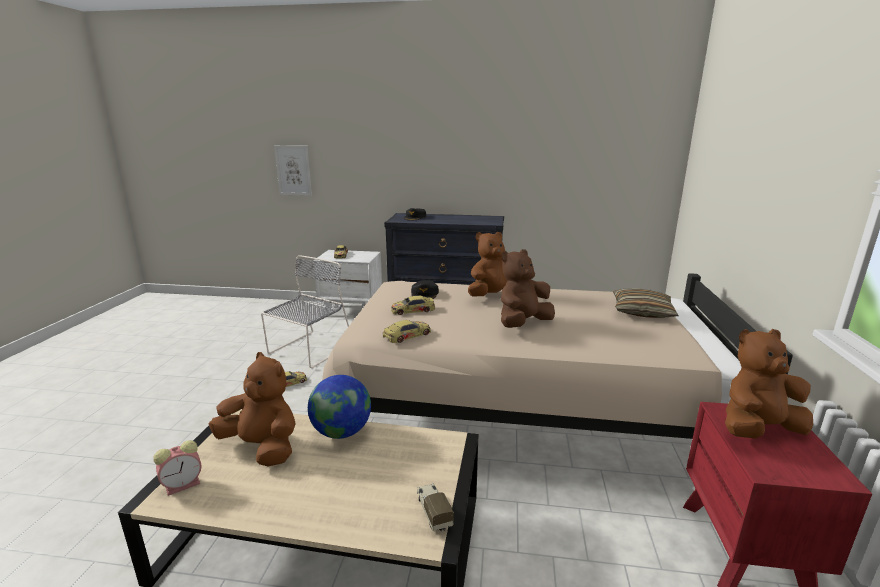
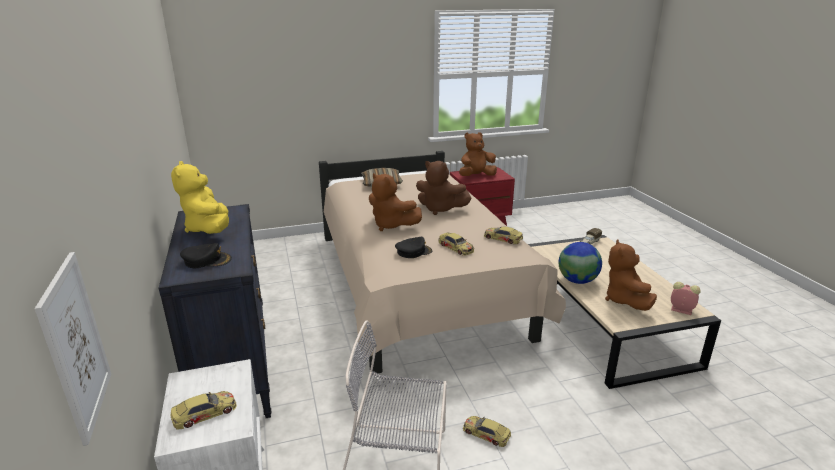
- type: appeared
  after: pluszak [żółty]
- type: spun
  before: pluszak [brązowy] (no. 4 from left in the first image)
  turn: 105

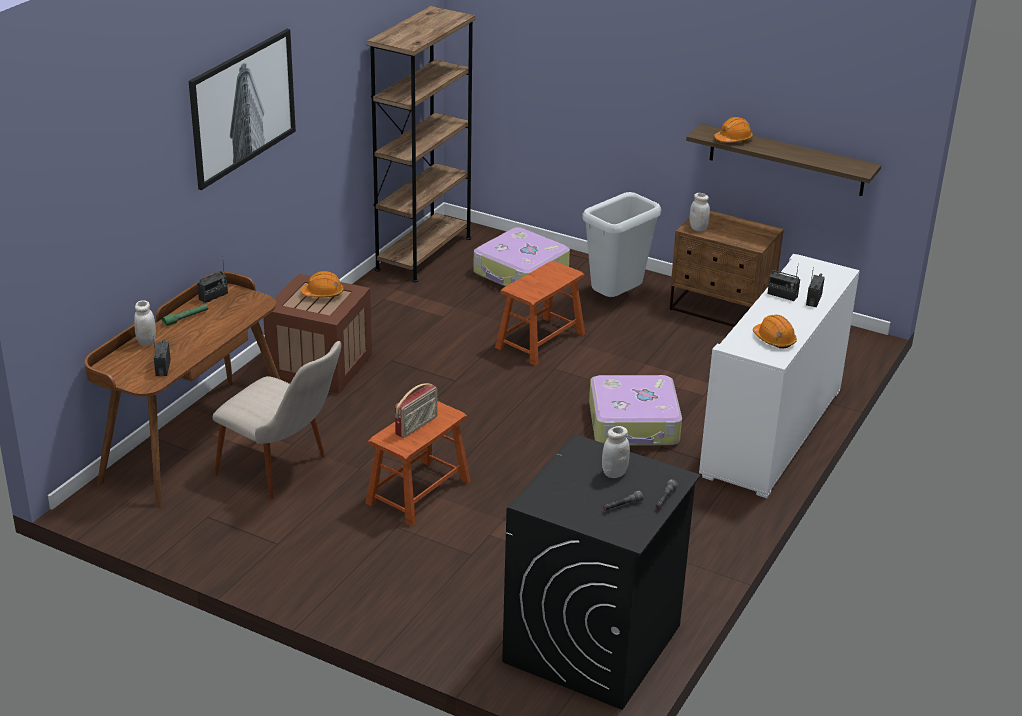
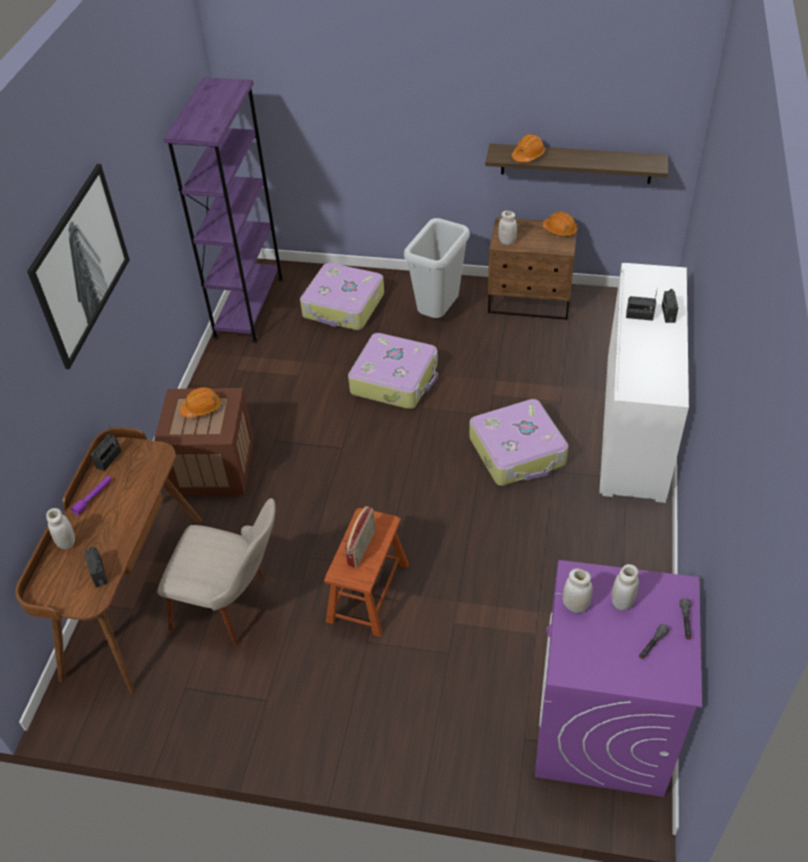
- type: appeared
  after: słoik [biały] (no. 3 from left)
- type: relocated
  before: kask [pomarańczowy] (no. 3 from left)
- type: exchanged
  before: stołek [brązowy] (no. 2 from left)
  after: walizka (no. 2 from left)
- type: colour
  before: latarka [zielony]
  after: latarka [fioletowy]
- type: colour
  before: regał [brązowy]
  after: regał [fioletowy]
- type: colour
  before: pralka [czarny]
  after: pralka [fioletowy]

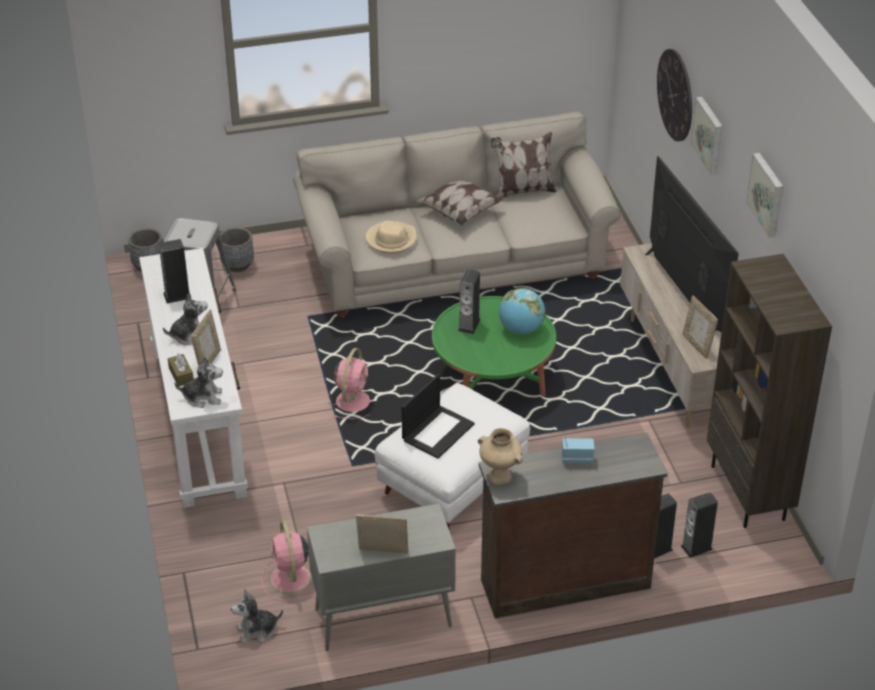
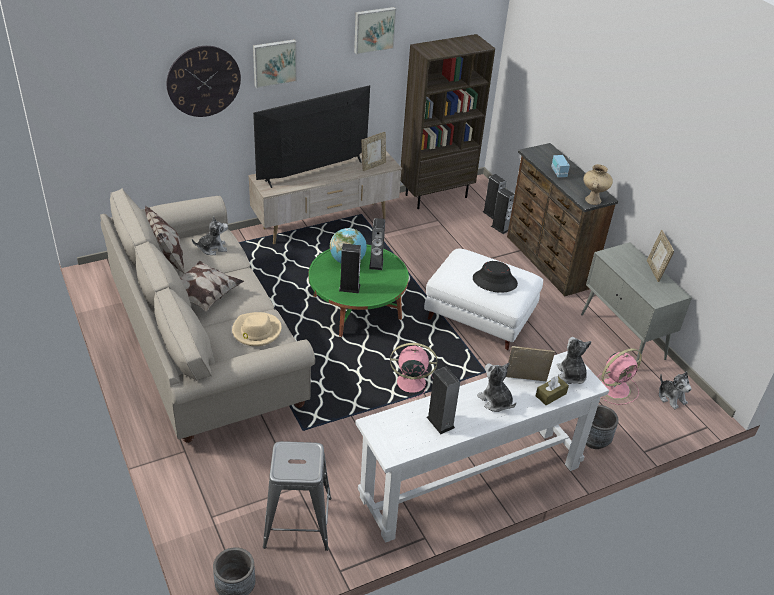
- type: appeared
  after: pluszak (no. 1 from left)
- type: appeared
  after: głośnik (no. 2 from left)
- type: relocated
  before: donica [szary] (no. 2 from left)
- type: exchanged
  before: laptop
  after: kapelusz [czarny]

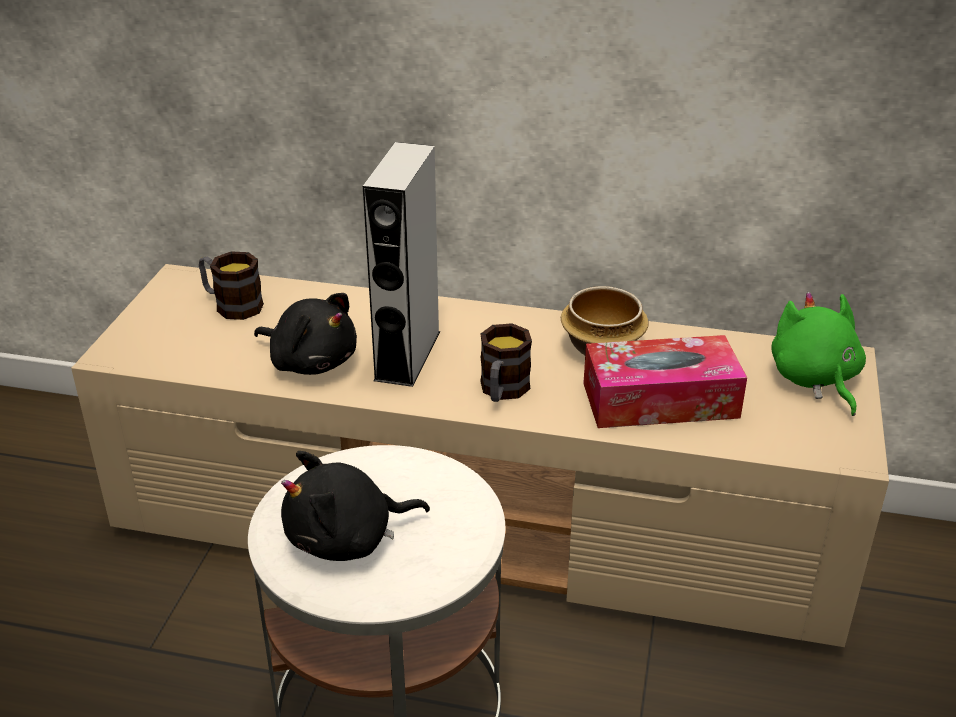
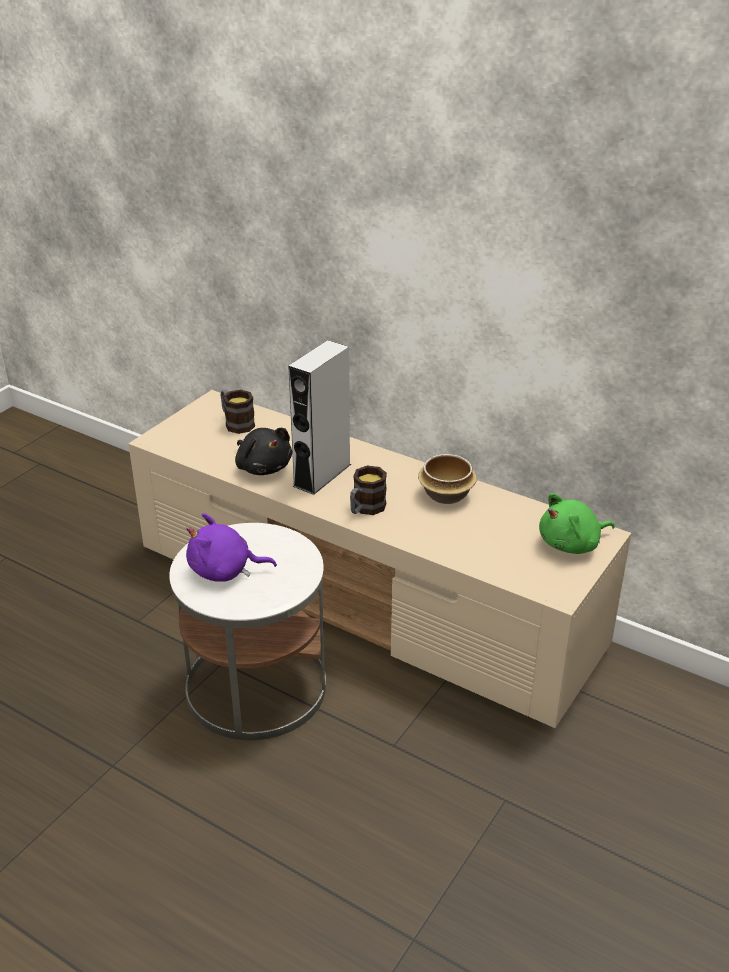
- type: missing
  before: pudełko chusteczek
- type: colour
  before: pluszak [czarny] (no. 2 from left)
  after: pluszak [fioletowy]
- type: spun
  before: pluszak [zielony]
  turn: -120

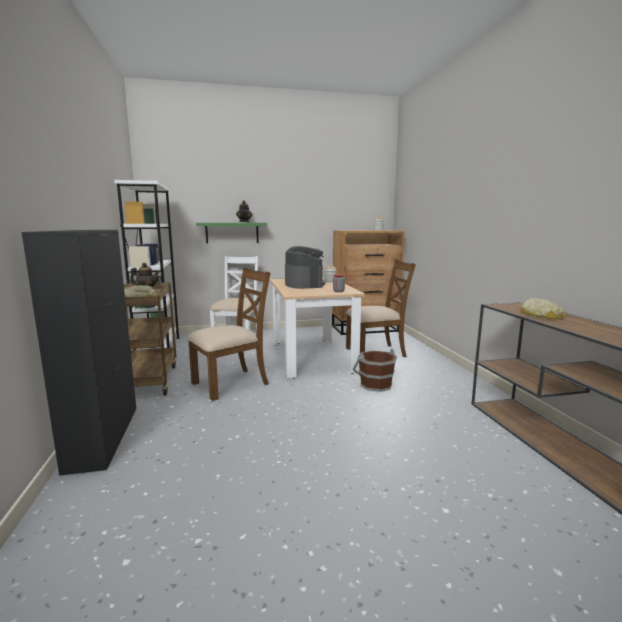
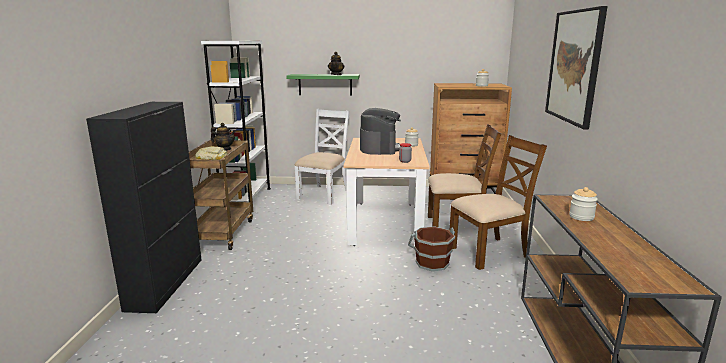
- type: appeared
  after: obraz
- type: relocated
  before: krzesło [brązowy] (no. 1 from left in the first image)
  after: krzesło [brązowy] (no. 2 from left)
- type: exchanged
  before: chleb (no. 2 from left)
  after: słoik (no. 4 from left)

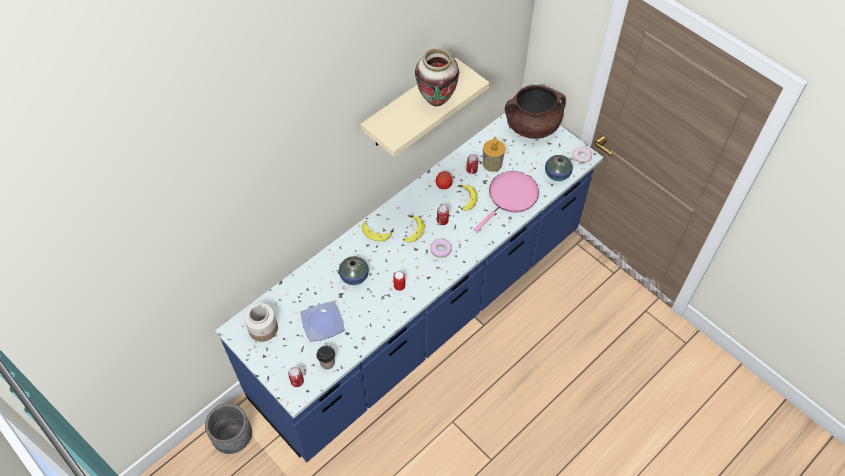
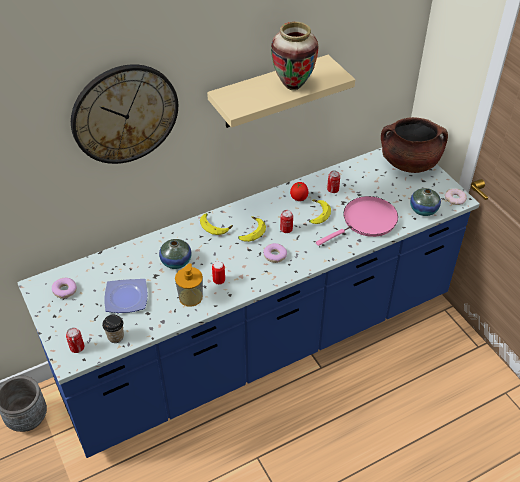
- type: appeared
  after: zegar ścienny
- type: relocated
  before: dozownik mydła
- type: exchanged
  before: słoik
  after: donut (no. 1 from left)

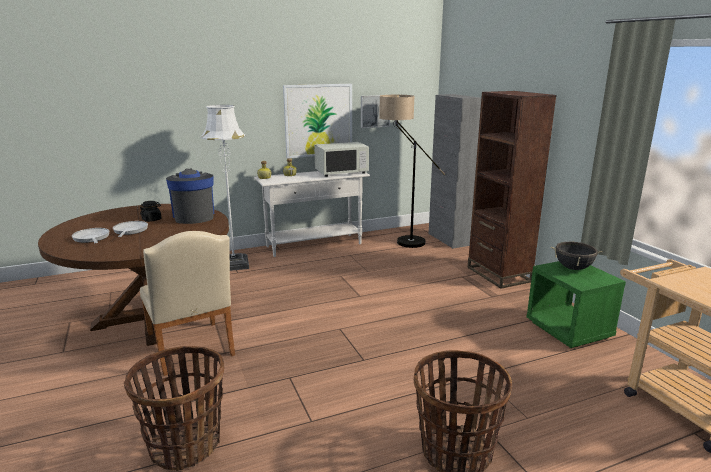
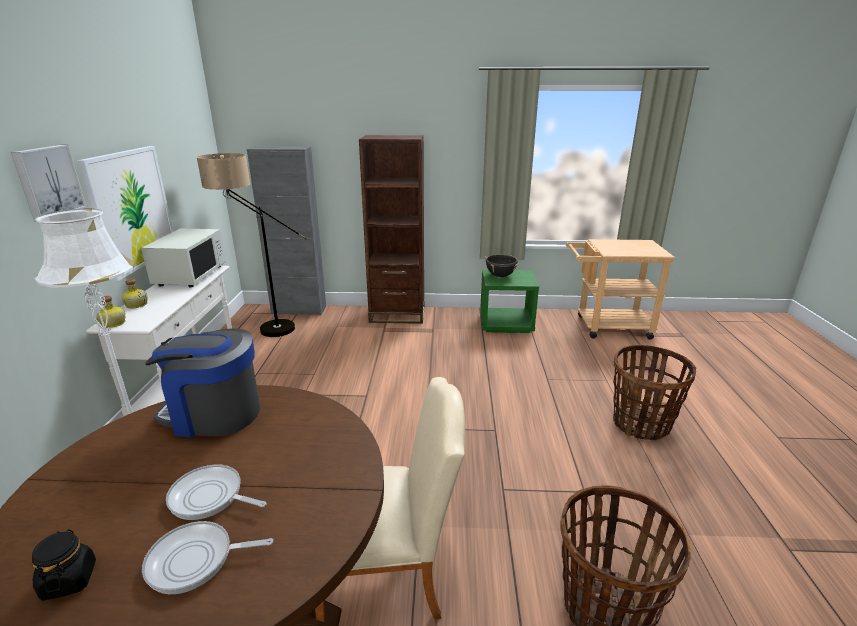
- type: relocated
  before: słoik [czarny]
- type: relocated
  before: obraz (no. 2 from left in the first image)
  after: obraz (no. 1 from left)

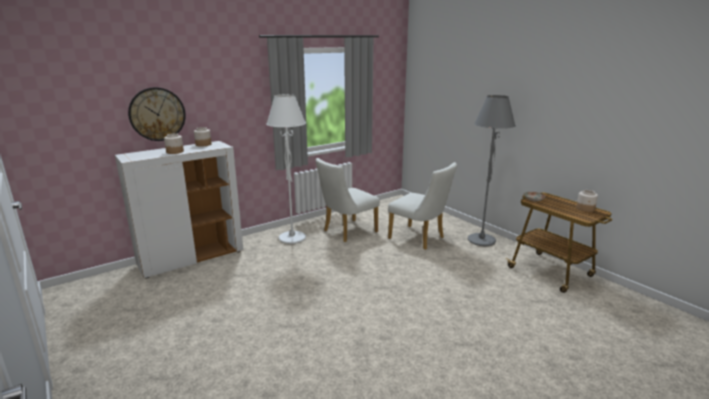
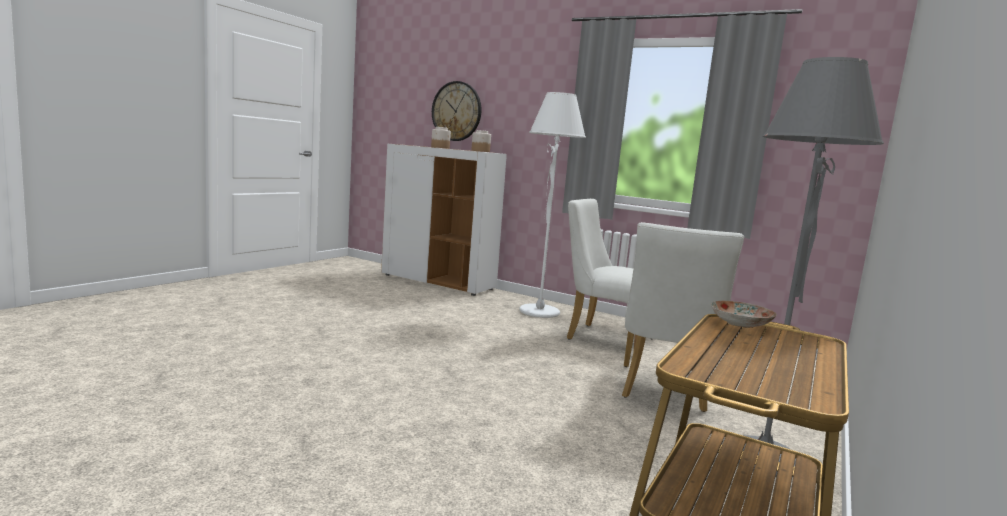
- type: missing
  before: słoik (no. 3 from left)

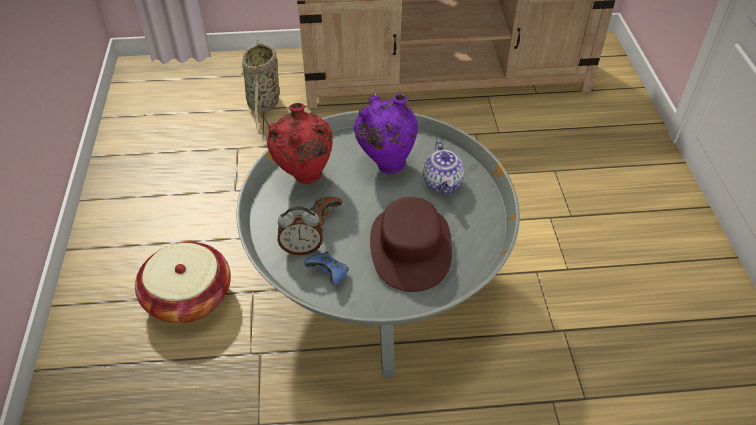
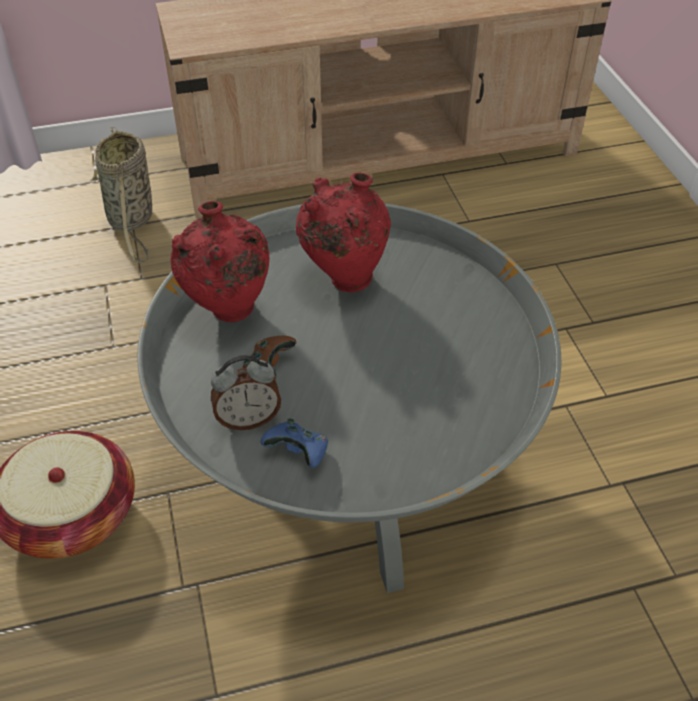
- type: missing
  before: kapelusz [brązowy]
- type: missing
  before: imbryk
- type: colour
  before: wazon [fioletowy]
  after: wazon [czerwony] (no. 2 from left)

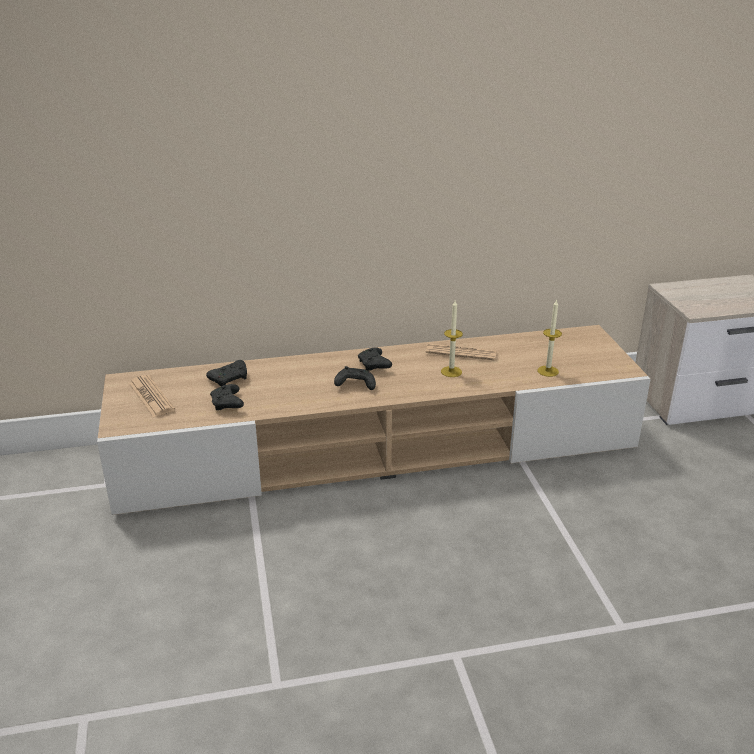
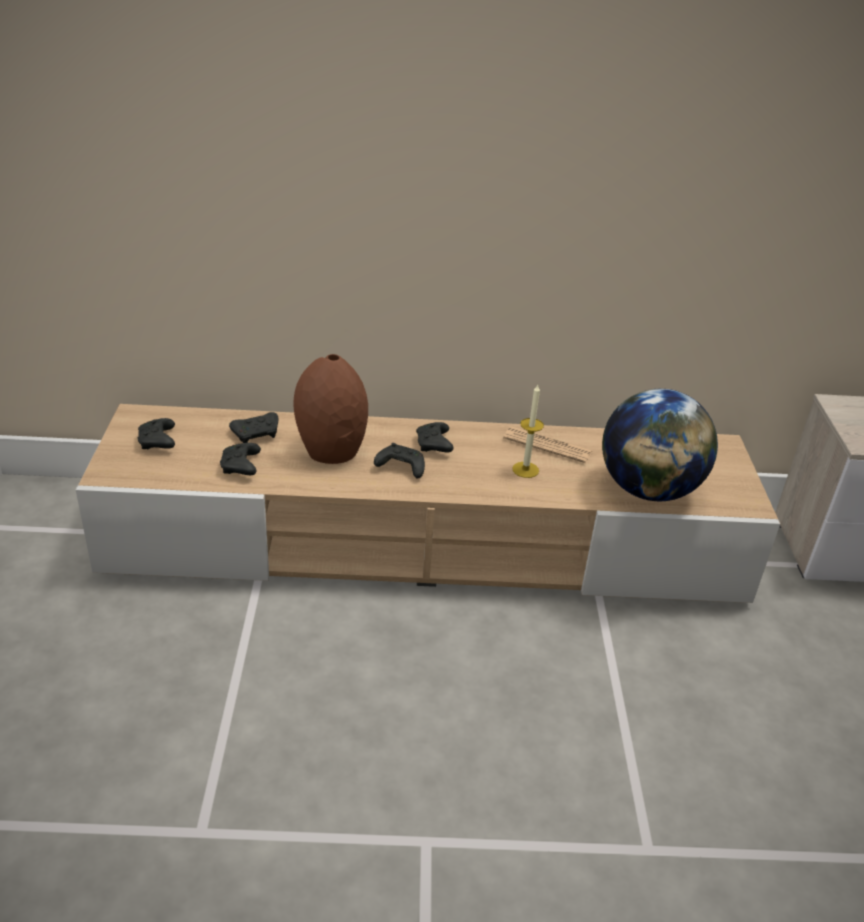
- type: appeared
  after: wazon [brązowy]
- type: exchanged
  before: gazeta (no. 1 from left)
  after: pad do gier [czarny] (no. 1 from left)
- type: exchanged
  before: świeca (no. 2 from left)
  after: globus

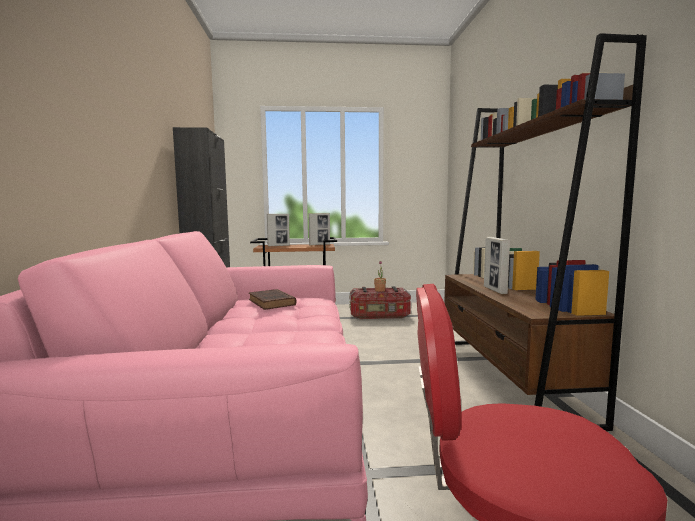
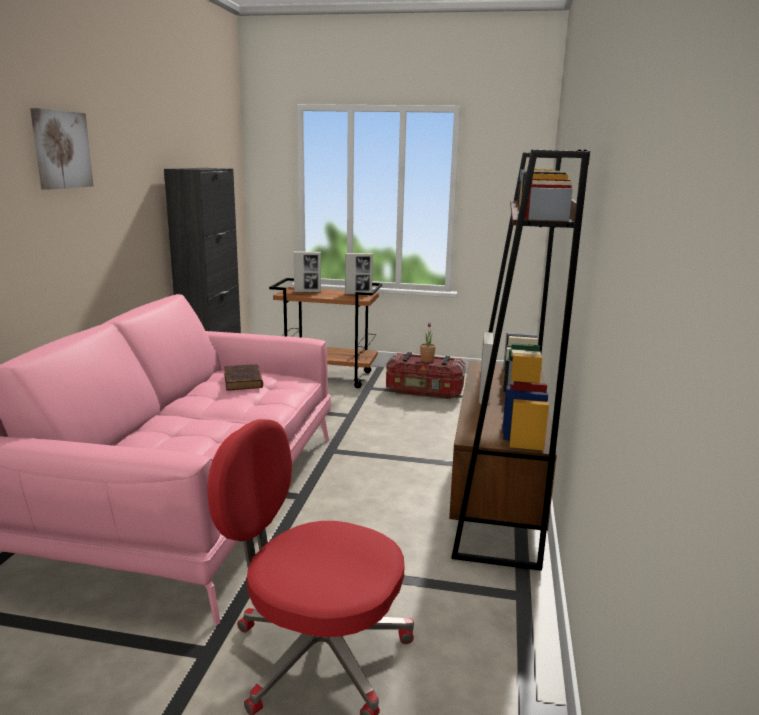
- type: appeared
  after: obraz

